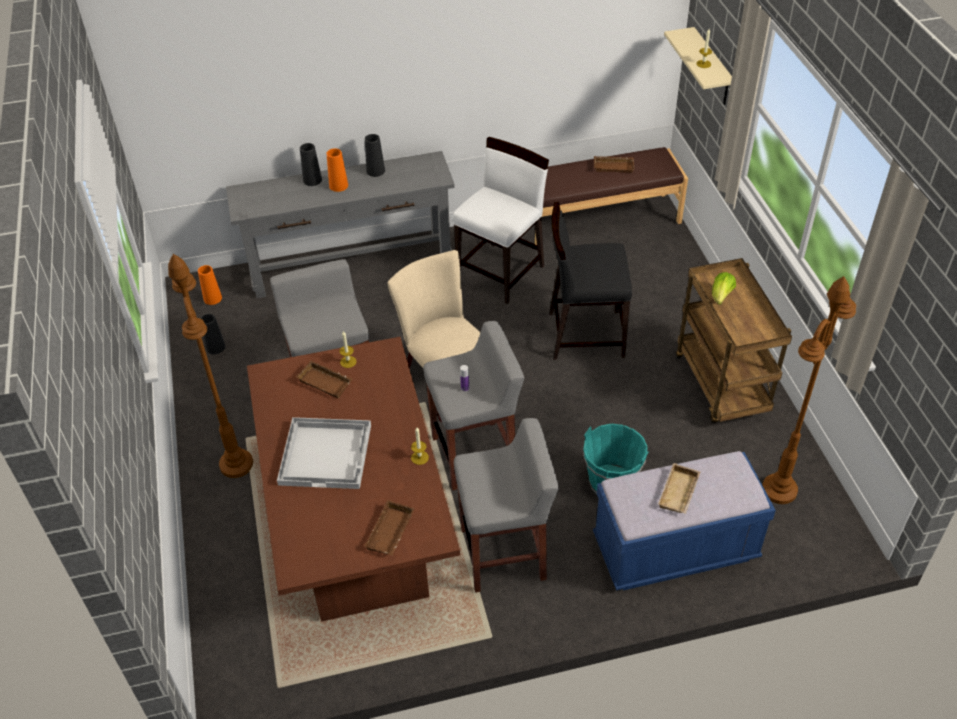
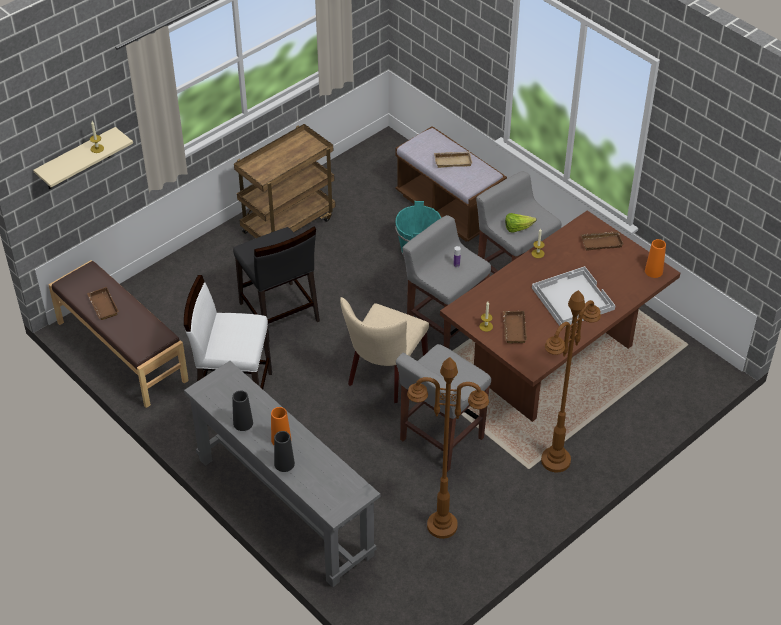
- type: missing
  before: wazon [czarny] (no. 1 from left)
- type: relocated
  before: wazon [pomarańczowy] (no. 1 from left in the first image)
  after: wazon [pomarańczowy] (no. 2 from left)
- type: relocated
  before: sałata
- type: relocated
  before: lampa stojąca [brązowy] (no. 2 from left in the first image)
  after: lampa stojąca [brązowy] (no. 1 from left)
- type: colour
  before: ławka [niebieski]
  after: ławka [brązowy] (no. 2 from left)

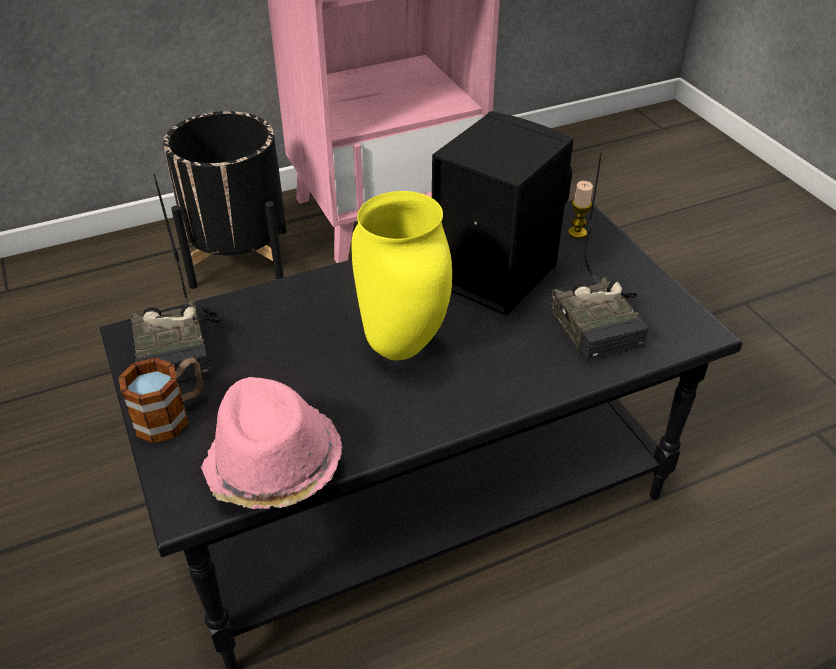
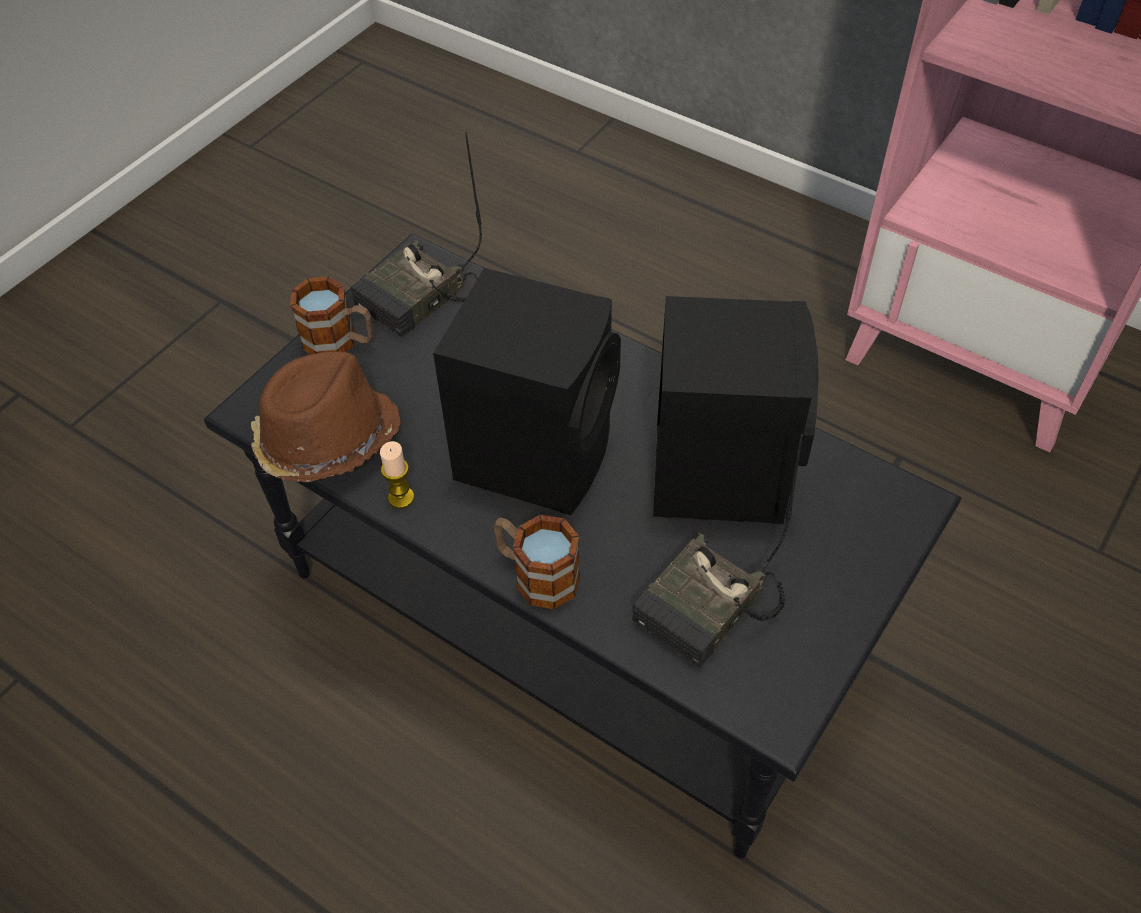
- type: missing
  before: donica [czarny]
- type: appeared
  after: kubek (no. 2 from left)
- type: relocated
  before: świeca
- type: exchanged
  before: wazon [żółty]
  after: głośnik [czarny] (no. 1 from left)
- type: colour
  before: kapelusz [różowy]
  after: kapelusz [brązowy]

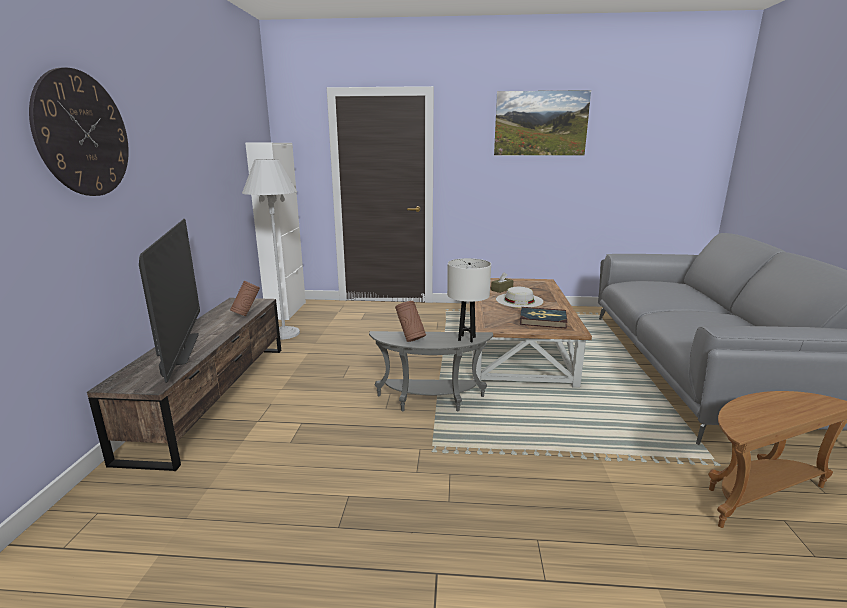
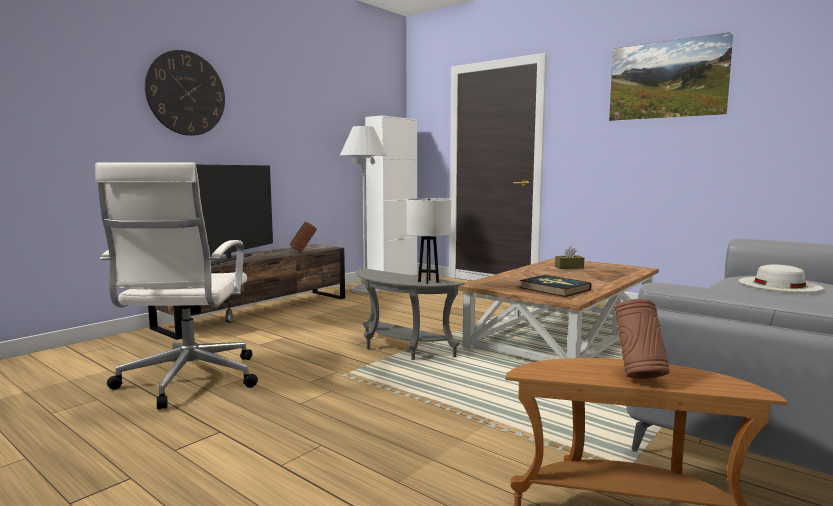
- type: appeared
  after: krzesło biurowe [biały]
- type: relocated
  before: wazon [brązowy] (no. 2 from left)
- type: relocated
  before: kapelusz [biały]

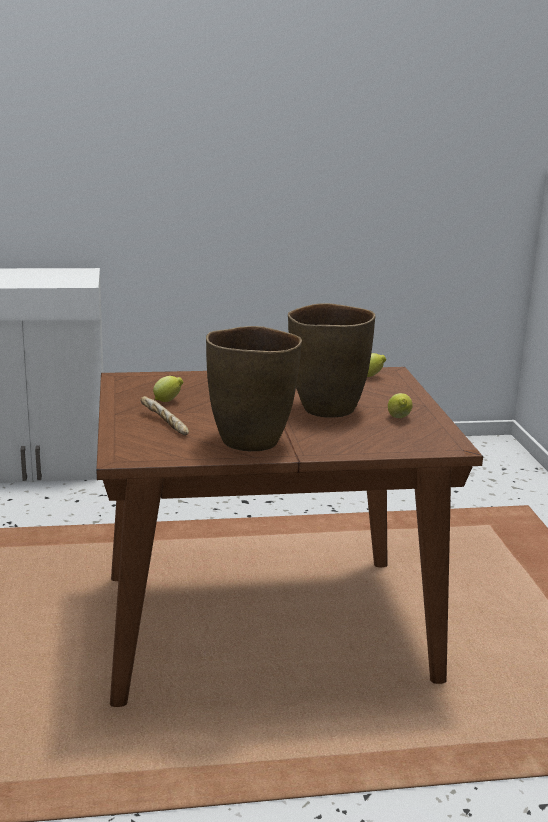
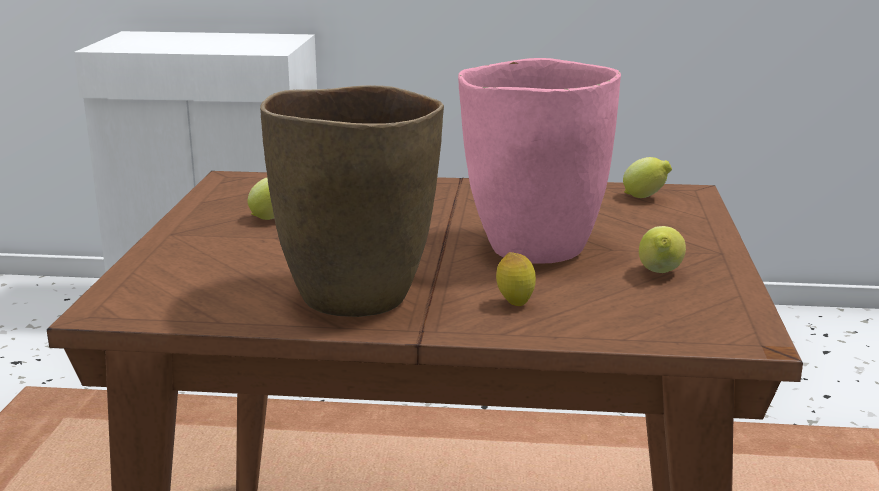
- type: missing
  before: chleb
- type: appeared
  after: cytryna (no. 2 from left)
- type: colour
  before: wazon [brązowy] (no. 2 from left)
  after: wazon [różowy]

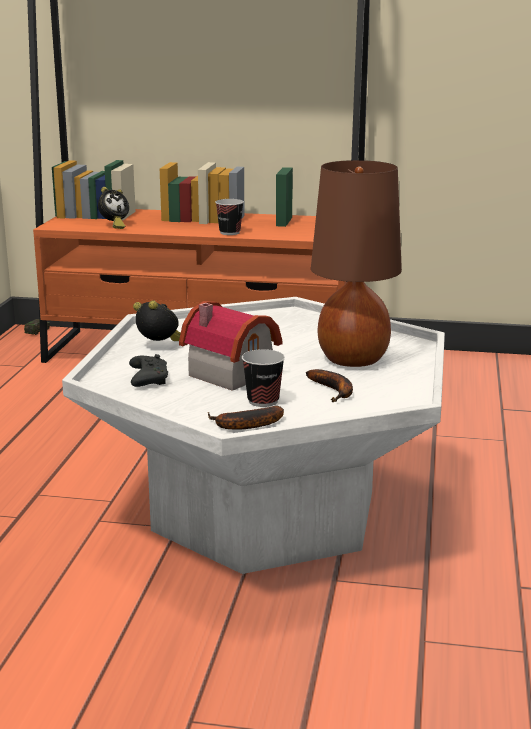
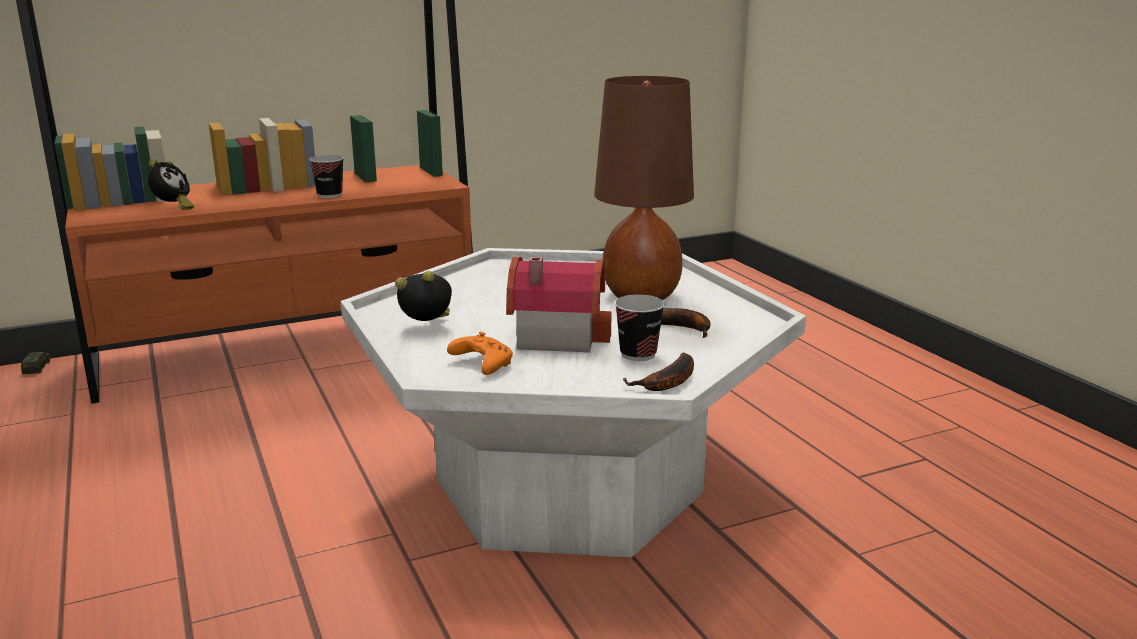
- type: colour
  before: pad do gier [czarny]
  after: pad do gier [pomarańczowy]

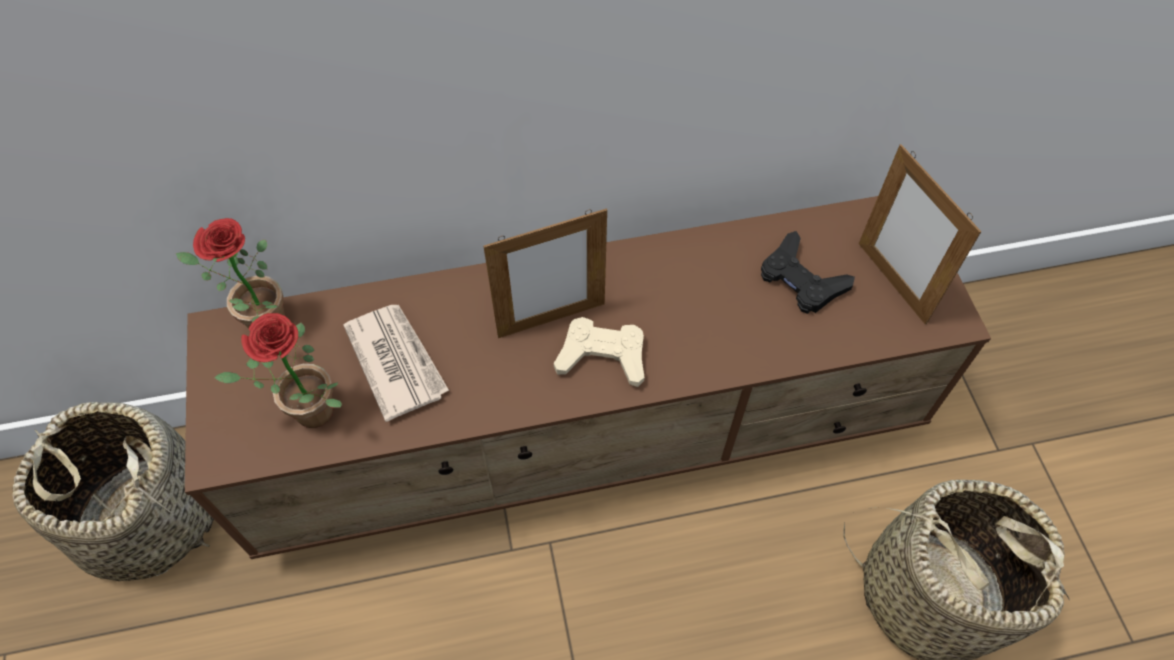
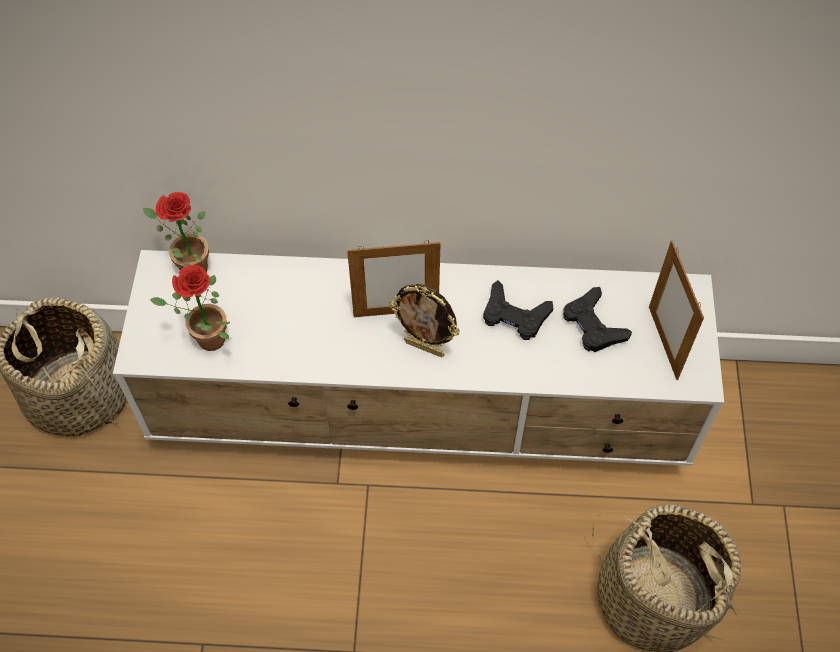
- type: missing
  before: gazeta
- type: appeared
  after: pad do gier [czarny] (no. 1 from left)
- type: exchanged
  before: pad do gier [beżowy]
  after: ramka na zdjęcie (no. 2 from left)
- type: colour
  before: szafka pod telewizor [brązowy]
  after: szafka pod telewizor [biały]

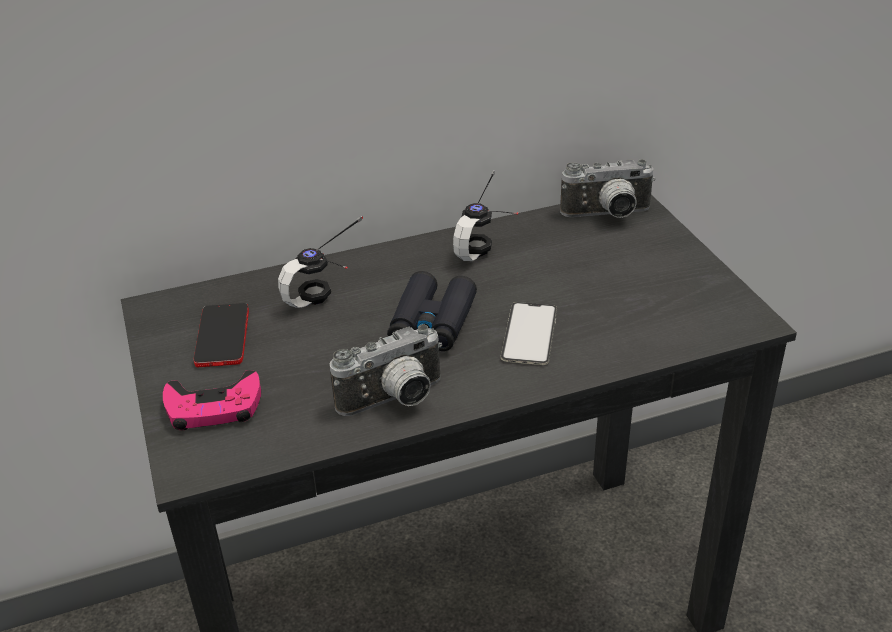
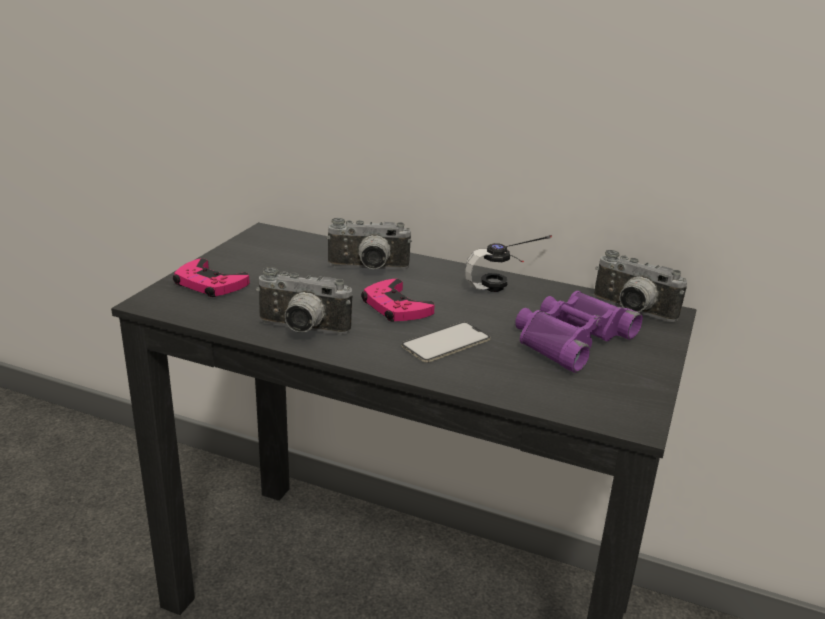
- type: missing
  before: telefon (no. 1 from left)
- type: appeared
  after: lornetka [fioletowy]
- type: exchanged
  before: słuchawki (no. 1 from left)
  after: aparat fotograficzny (no. 2 from left)
- type: exchanged
  before: lornetka [czarny]
  after: pad do gier [różowy] (no. 2 from left)

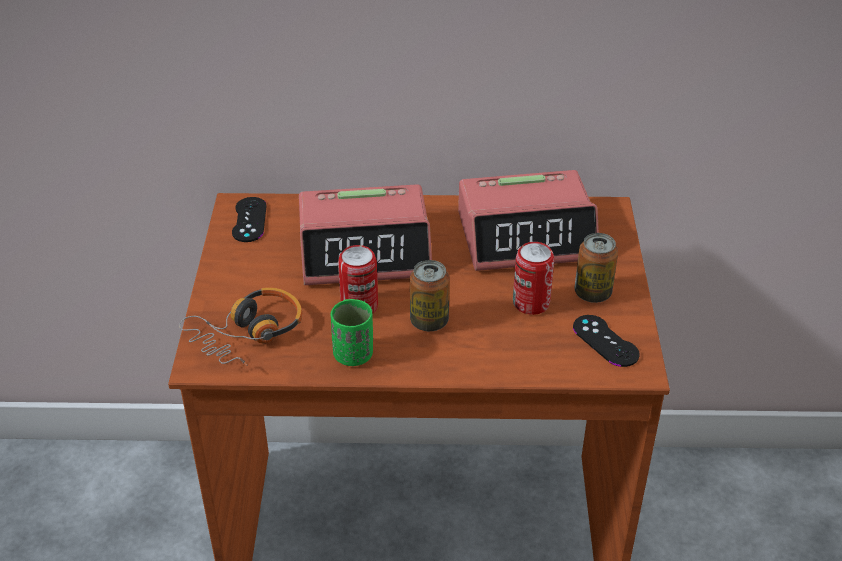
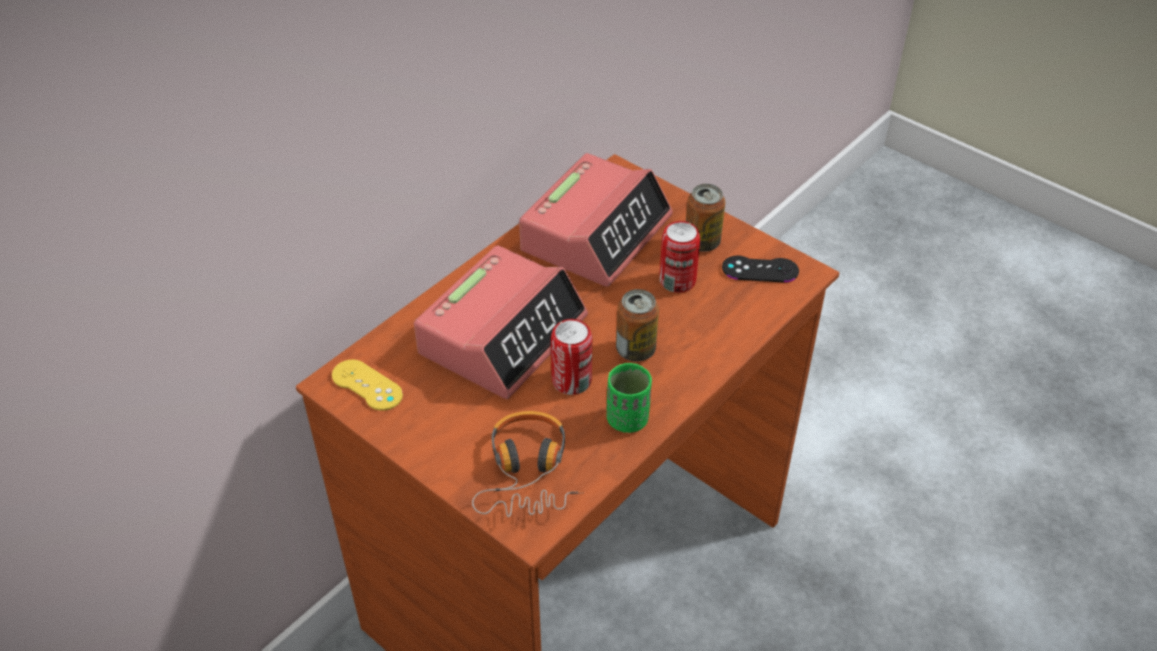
- type: colour
  before: pad do gier [czarny] (no. 1 from left)
  after: pad do gier [żółty]

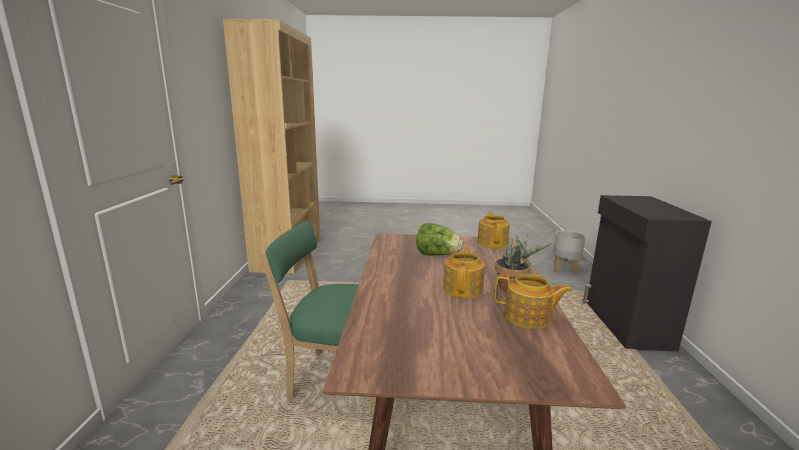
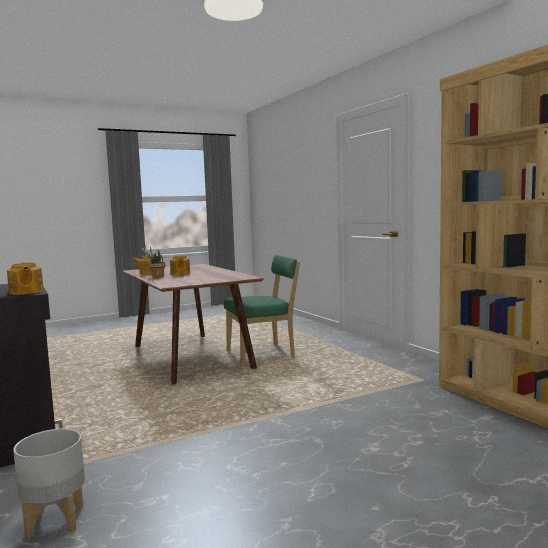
- type: missing
  before: sałata
- type: relocated
  before: imbryk (no. 2 from left in the first image)
  after: imbryk (no. 1 from left)

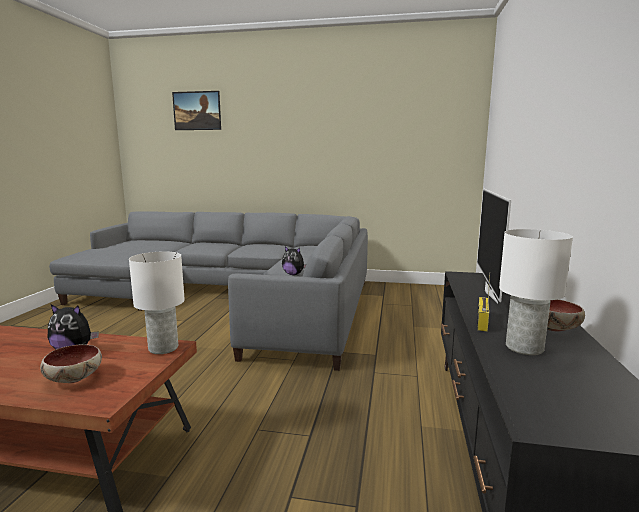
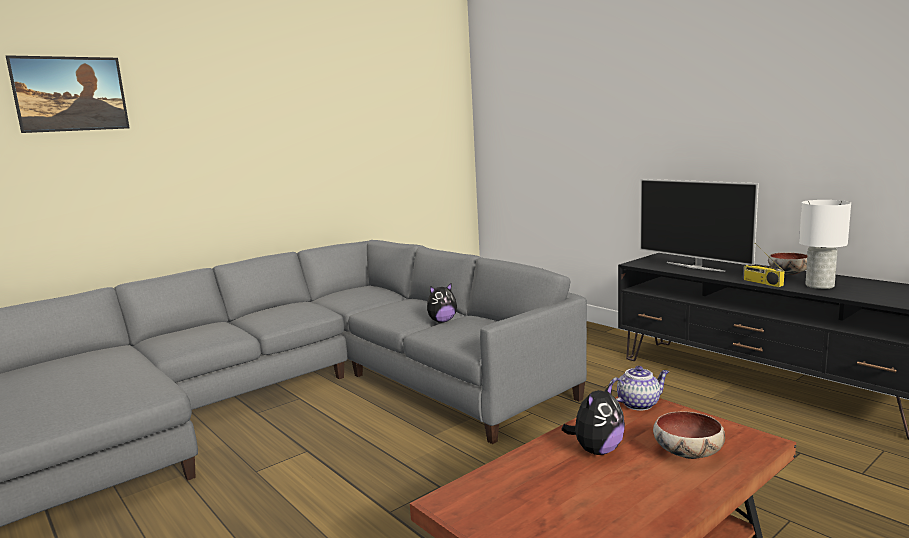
- type: exchanged
  before: lampa stołowa [biały] (no. 1 from left)
  after: imbryk

